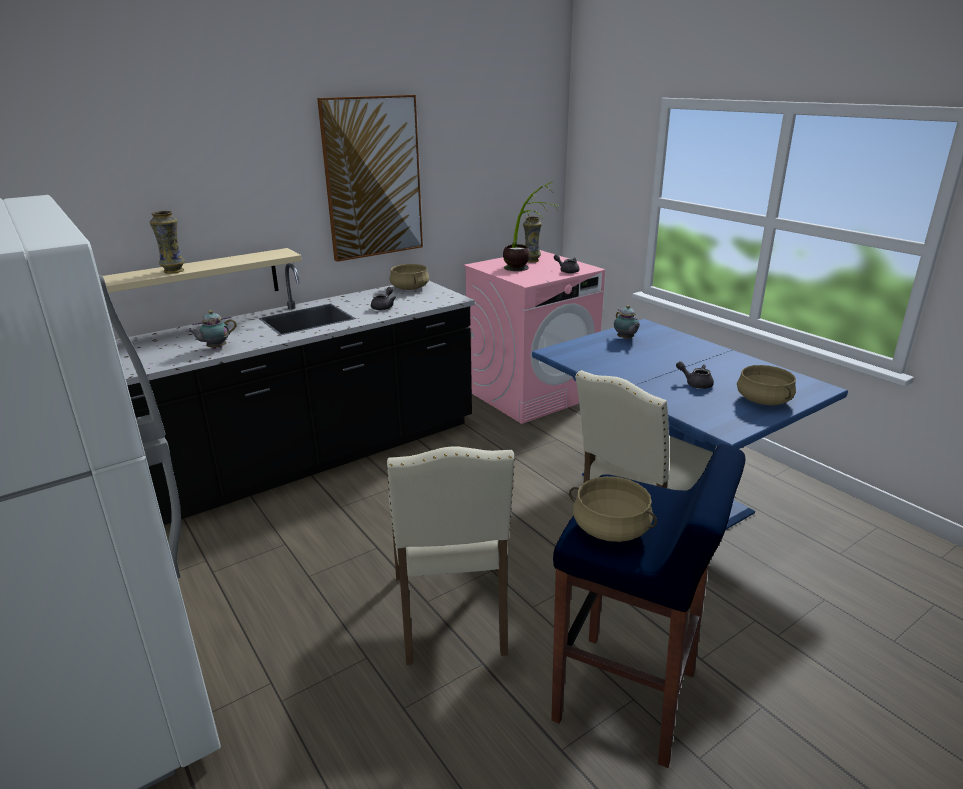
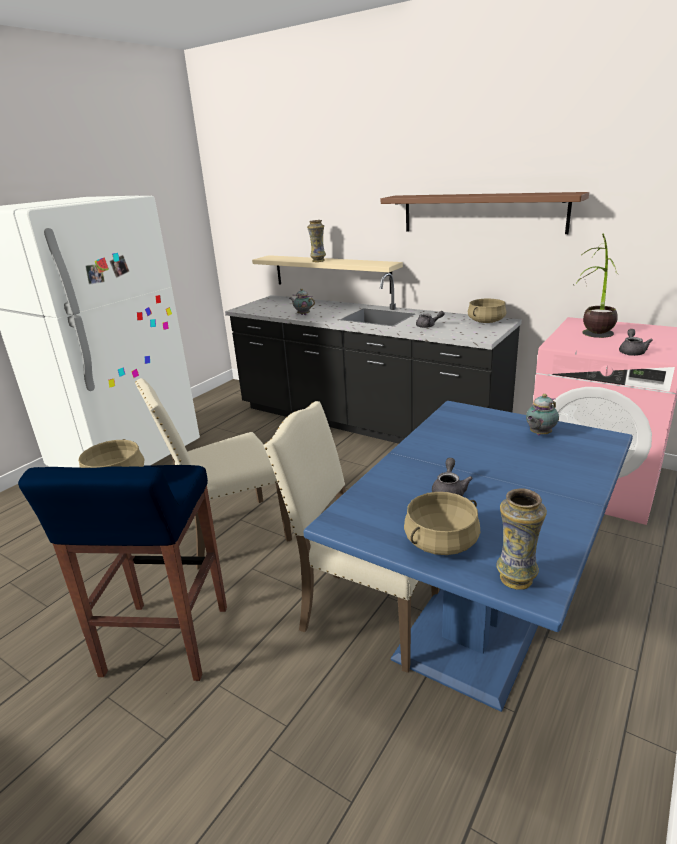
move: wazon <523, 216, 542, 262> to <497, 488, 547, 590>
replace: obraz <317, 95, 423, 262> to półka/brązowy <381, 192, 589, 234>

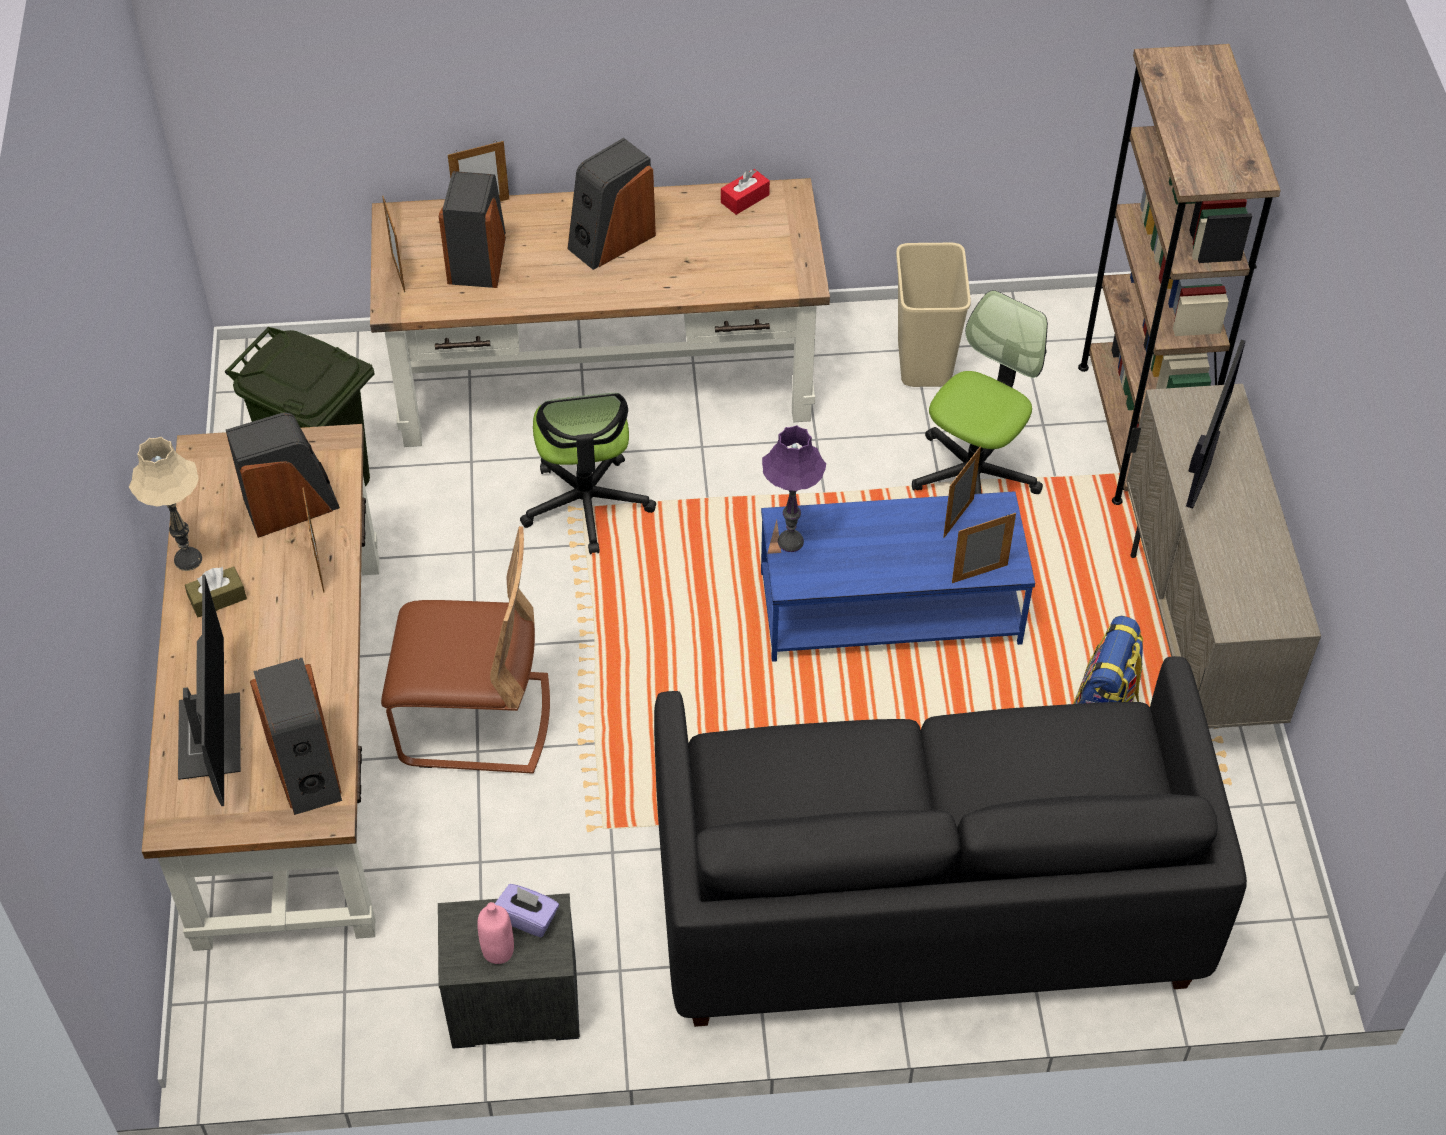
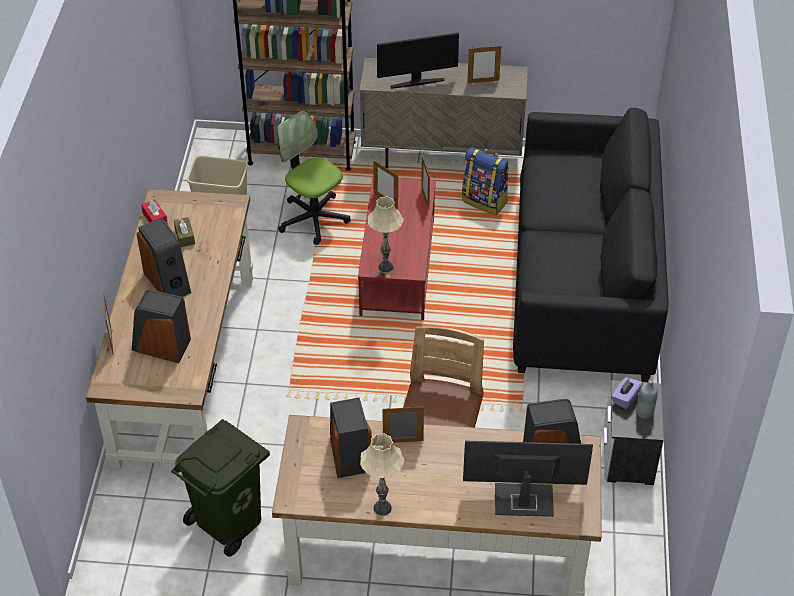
delete: krzesło biurowe <520, 393, 656, 554>
move: pudełko chusteczek/brązowy <185, 566, 247, 617> to <174, 217, 195, 247>; ramka na zdjęcie <382, 196, 405, 293> to <467, 46, 501, 83>
recolor: butelka/różowy <477, 902, 514, 964> to butelka/szary <636, 379, 658, 419>; ława/niebieski <761, 491, 1035, 662> to ława/czerwony <358, 177, 436, 320>; lampa stołowa/fioletowy <762, 425, 826, 552> to lampa stołowa/beżowy <368, 196, 404, 273>
rotate: monitor <1186, 340, 1246, 508> = <377, 33, 459, 89> 135 degrees clockwise

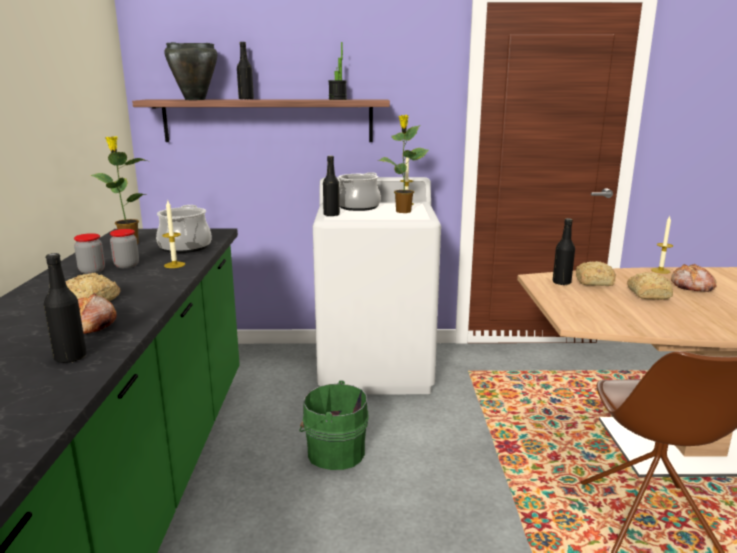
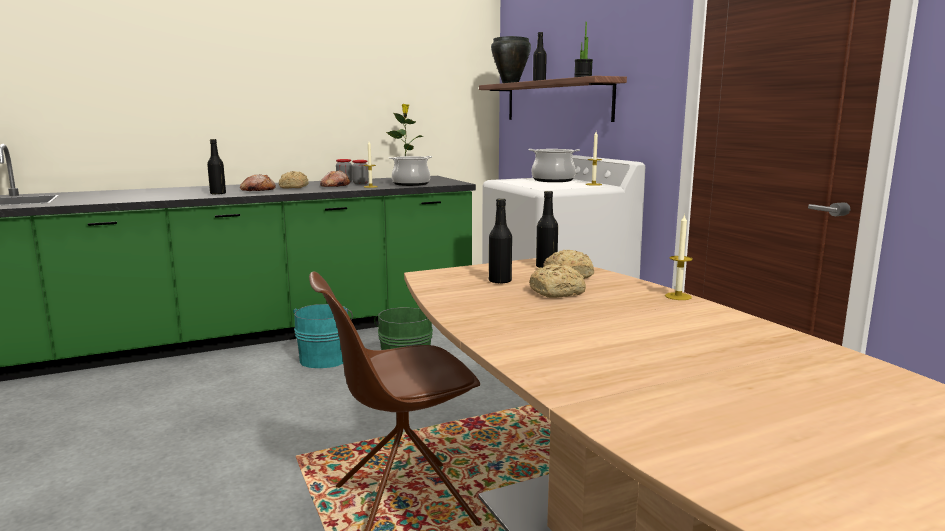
delete: roślina doniczkowa <378, 115, 429, 213>
insert: wiadro/turkusowy <293, 304, 353, 368>
move: butelka/czarny <323, 156, 340, 217> to <489, 198, 512, 284>; chleb <671, 264, 717, 292> to <320, 170, 350, 187>

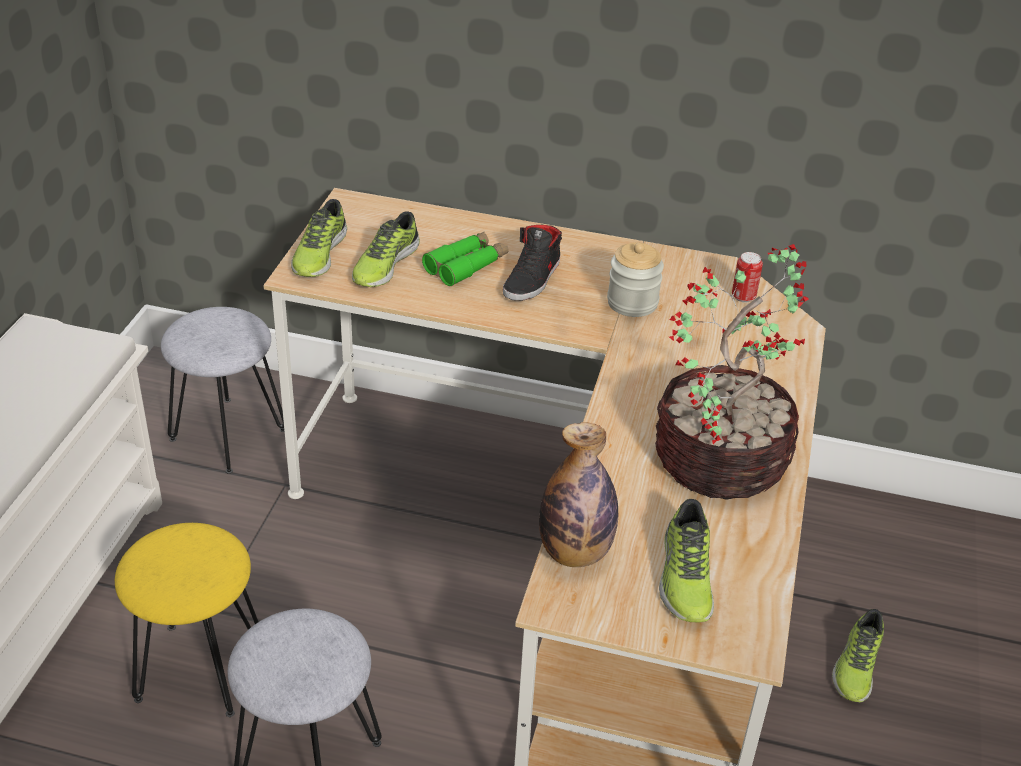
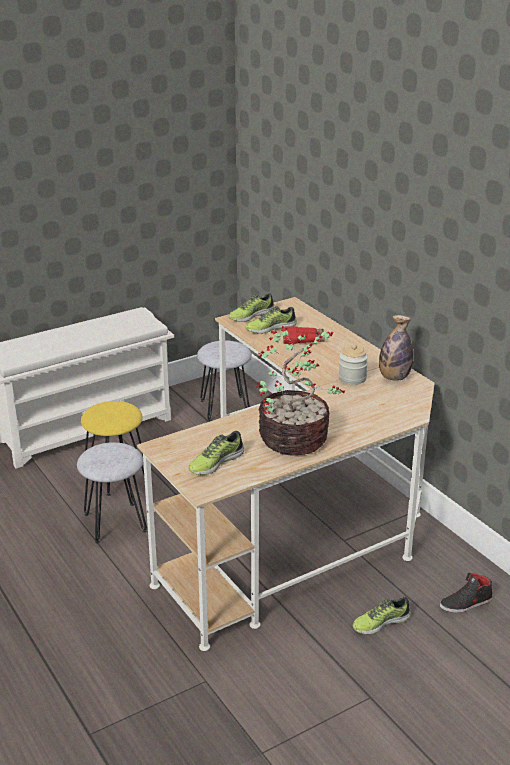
delete: puszka <732, 252, 763, 302>
move: but/czarny <503, 225, 562, 301> to <440, 573, 492, 613>; butelka <539, 422, 618, 567> to <379, 315, 413, 381>
recolor: lornetka/zielony <422, 232, 508, 286> to lornetka/czerwony <283, 326, 325, 344>

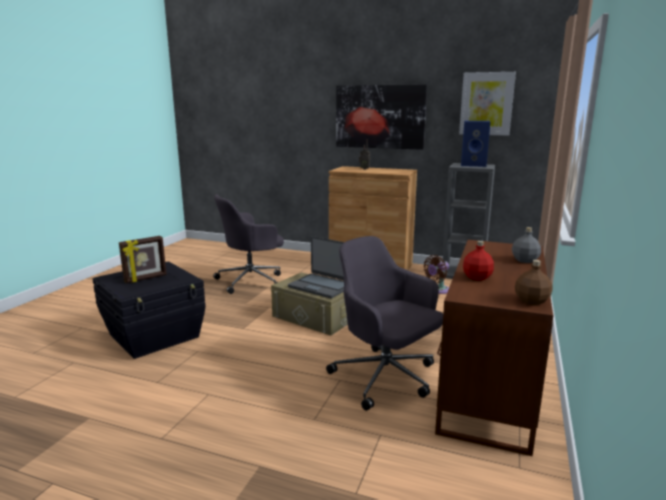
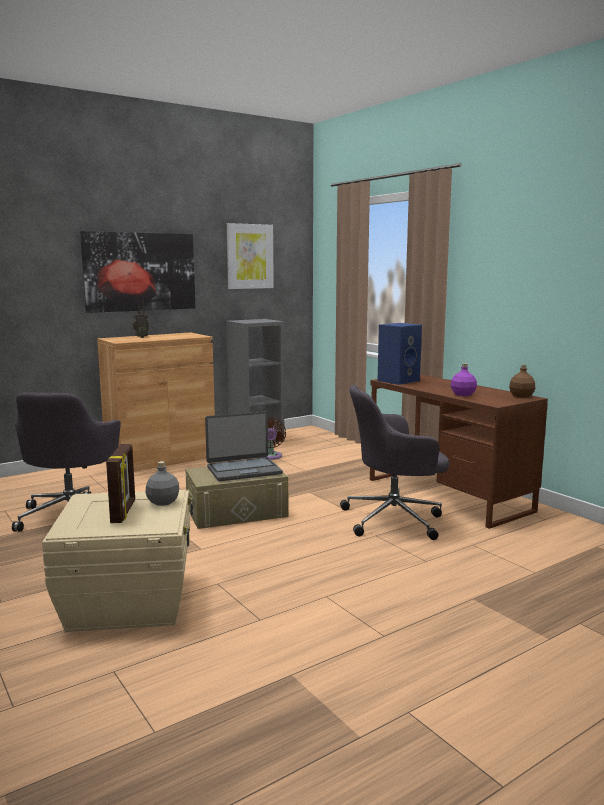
move: głośnik/niebieski <461, 121, 490, 167> to <378, 323, 422, 385>; butelka/szary <512, 227, 541, 263> to <145, 461, 179, 506>
recolor: pojemnik do przechowywania/czarny <93, 262, 206, 359> to pojemnik do przechowywania/beżowy <42, 490, 194, 632>; butelka/czerwony <463, 241, 494, 281> to butelka/fioletowy <451, 363, 477, 396>

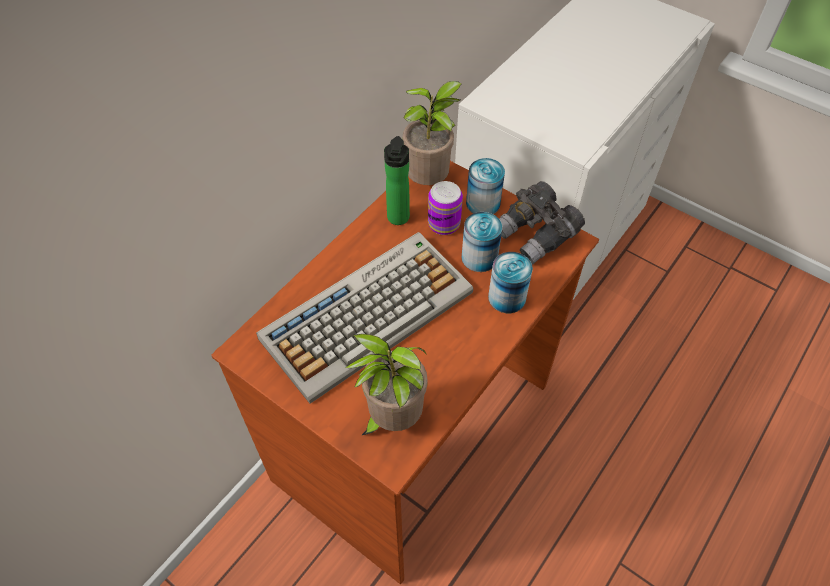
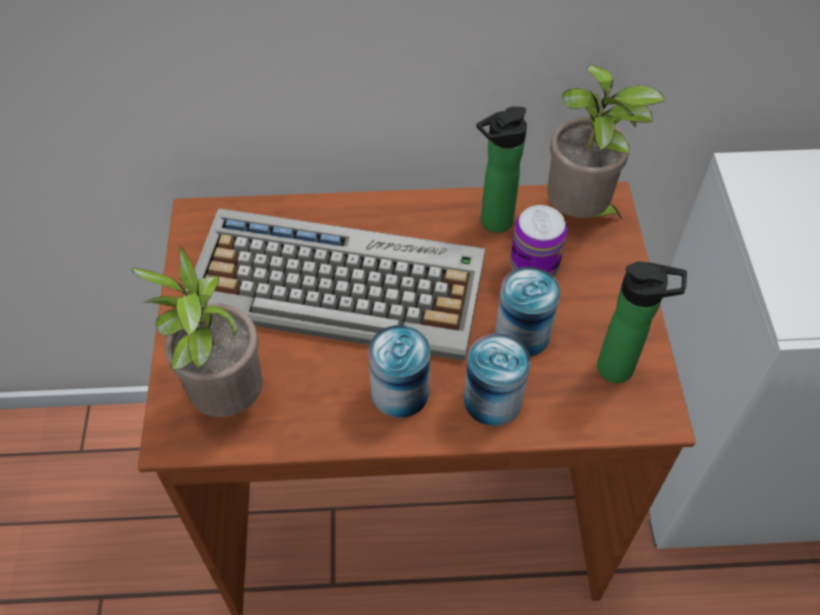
move: puszka <466, 158, 505, 214> to <368, 325, 430, 418>
replace: lornetka/szary <499, 181, 585, 264> to butelka <597, 262, 687, 383>

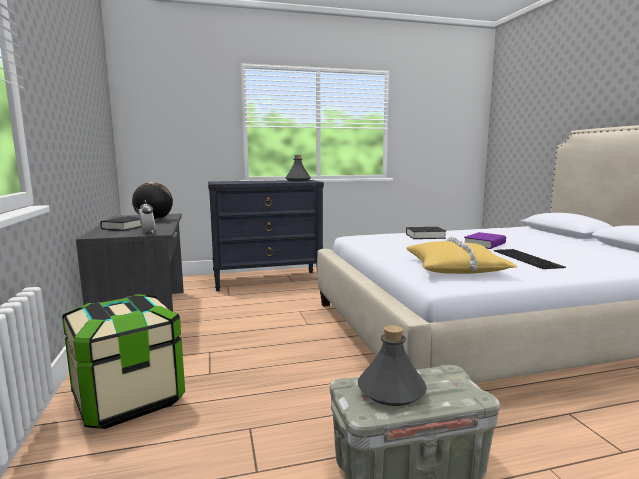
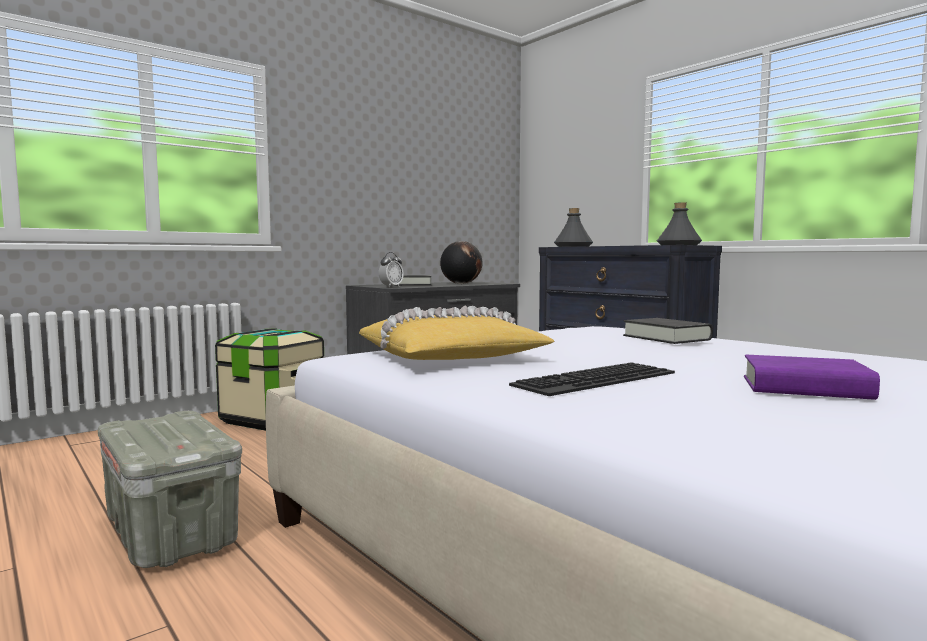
move: butelka/szary <358, 325, 427, 406> to <554, 208, 593, 247>; książka/fioletowy <464, 232, 506, 249> to <744, 355, 880, 400>

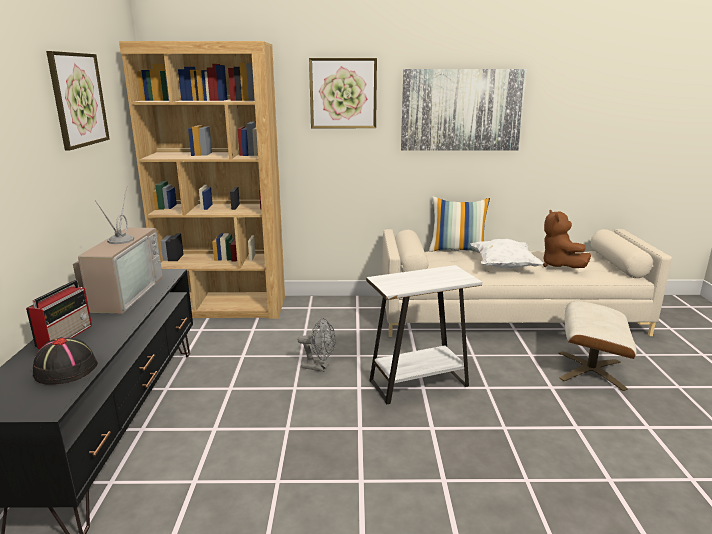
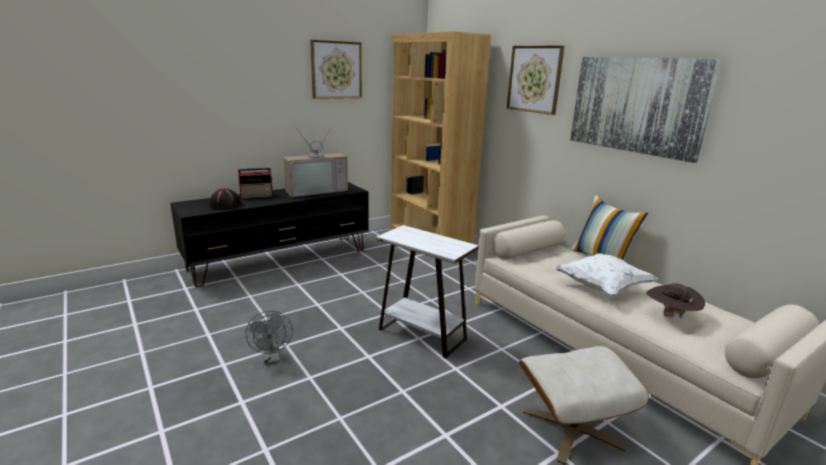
move: wentylator/szary <298, 318, 336, 372> to <246, 311, 293, 364>
replace: pluszak/brązowy <543, 209, 591, 268> to kapelusz/brązowy <647, 283, 705, 319>

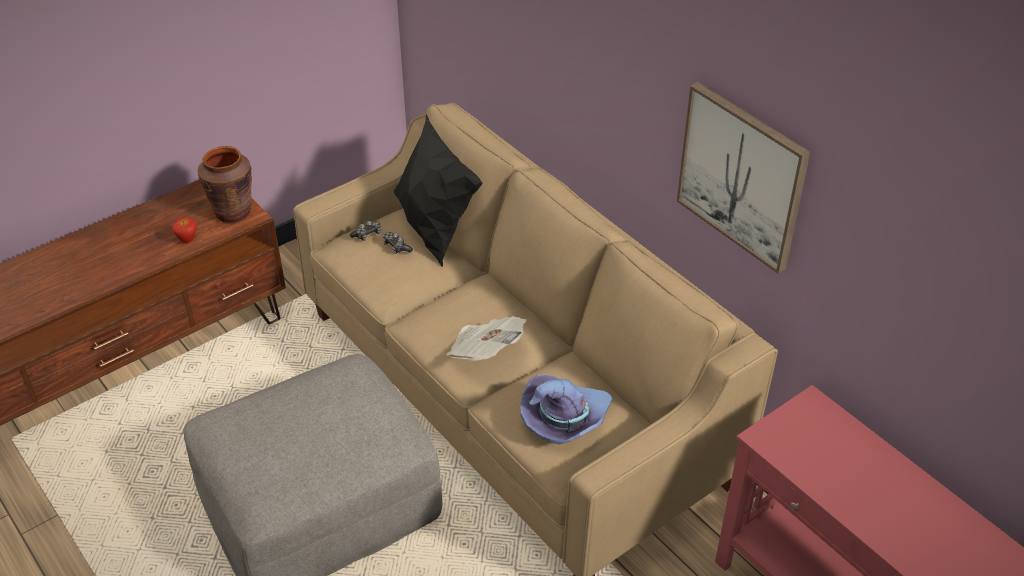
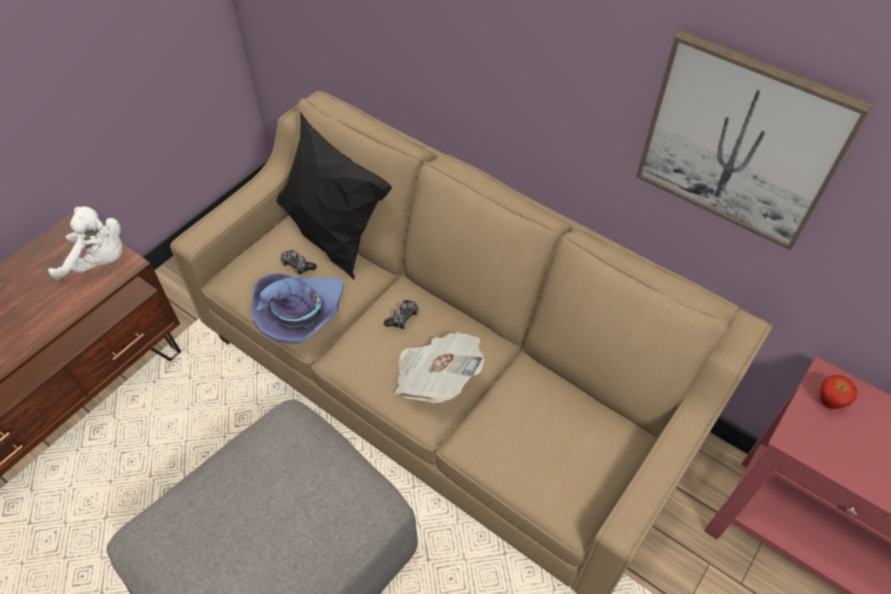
move: jabłko <172, 217, 197, 243> to <820, 375, 857, 409>; pad do gier <350, 221, 381, 241> to <384, 300, 419, 329>; kapelusz/fioletowy <520, 374, 612, 444> to <251, 273, 344, 344>
replace: wazon/brązowy <198, 146, 252, 223> to pluszak/biały <48, 206, 123, 280>

